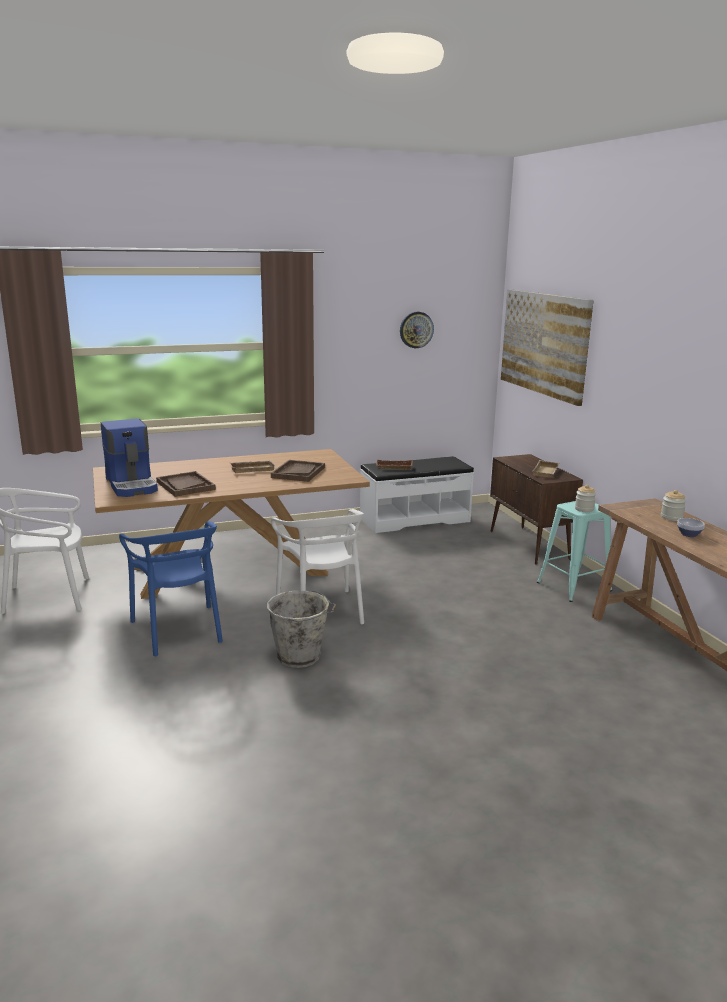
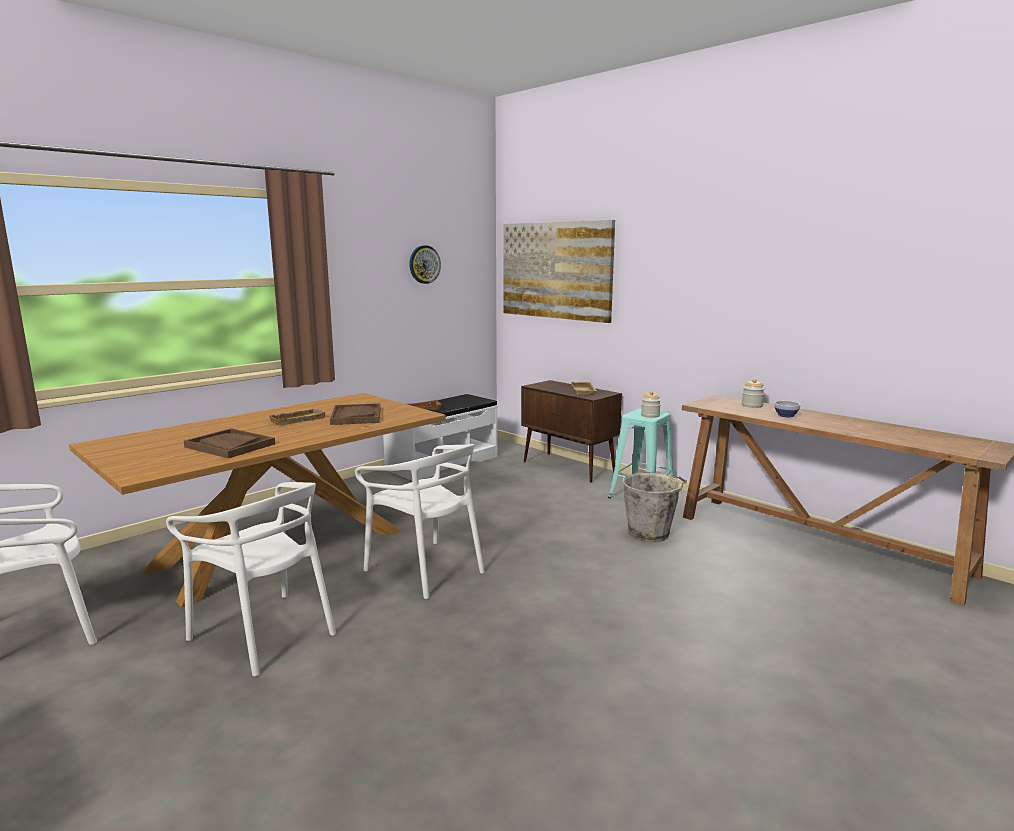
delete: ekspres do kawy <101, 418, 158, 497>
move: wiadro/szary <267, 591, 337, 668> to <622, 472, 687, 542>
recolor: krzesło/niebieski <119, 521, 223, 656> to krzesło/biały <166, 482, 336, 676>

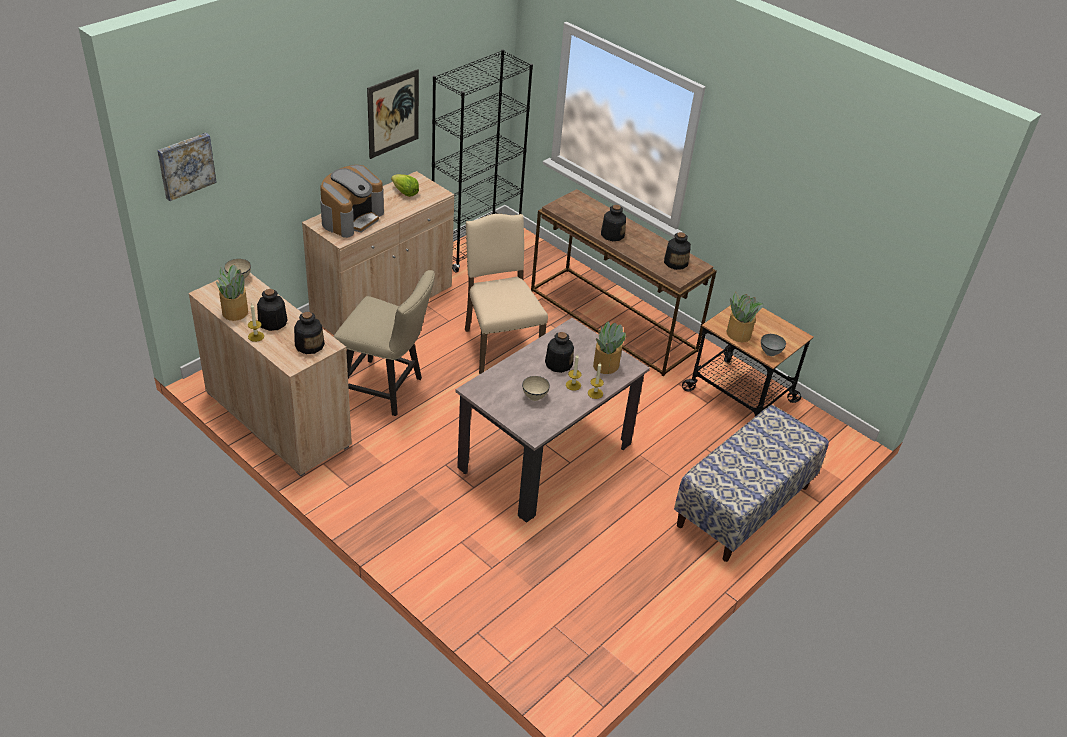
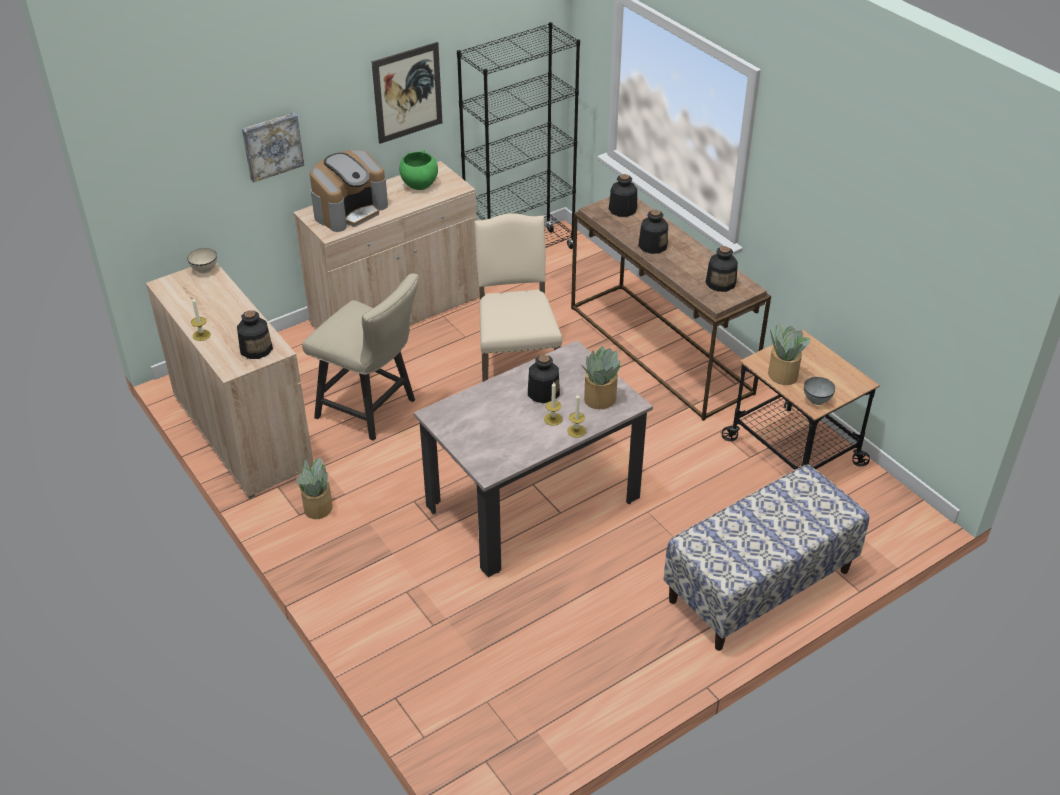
delete: miska/beżowy <522, 376, 550, 401>
move: obraz <157, 133, 217, 201> to <242, 113, 304, 182>; roślina doniczkowa <216, 264, 248, 321> to <296, 457, 333, 519>; butelka <257, 289, 288, 331> to <609, 174, 637, 217>
replace: sałata <391, 174, 419, 197> to miska/zielony <399, 150, 438, 190>

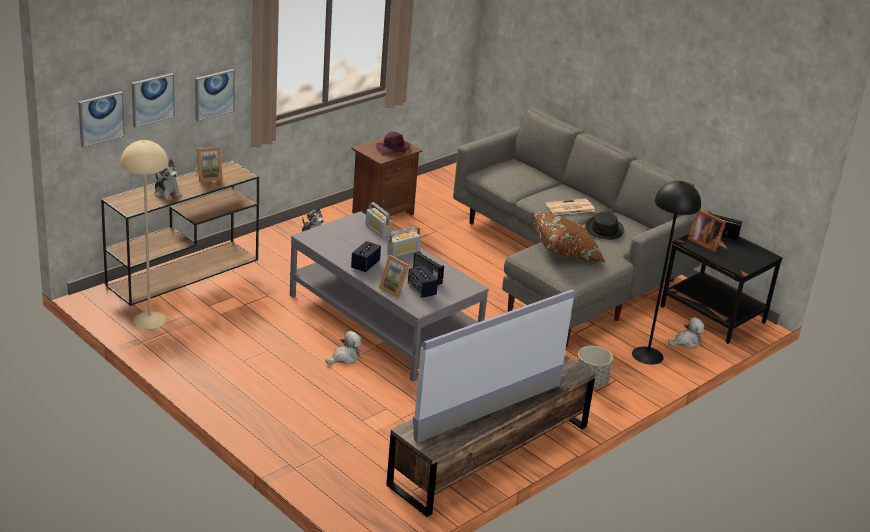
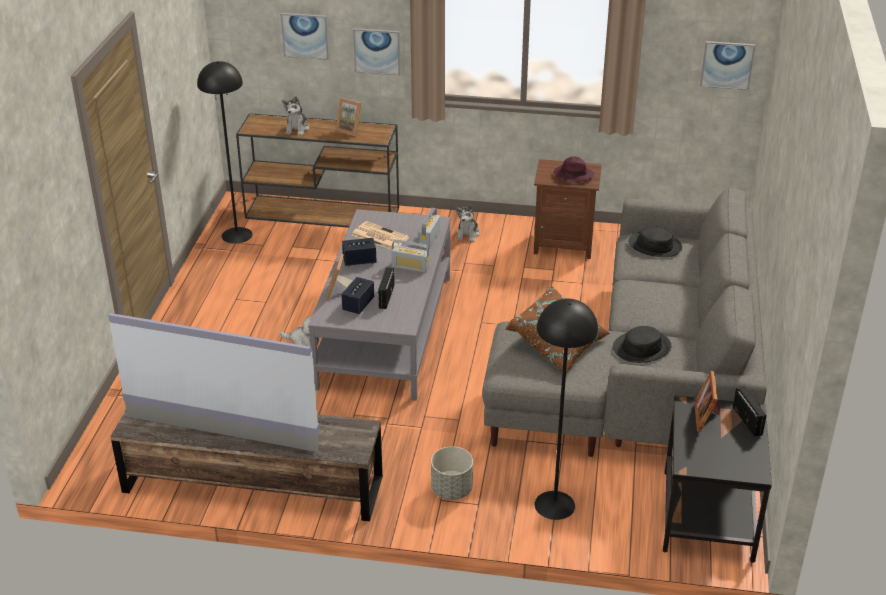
delete: pluszak <668, 317, 705, 348>
insert: kapelusz/czarny <628, 226, 682, 257>
move: obraz <78, 92, 125, 147> to <700, 41, 755, 90>; gazeta <545, 199, 595, 215> to <352, 221, 409, 250>
recolor: lampa stojąca/beżowy <121, 140, 168, 329> to lampa stojąca/czarny <197, 61, 252, 244>

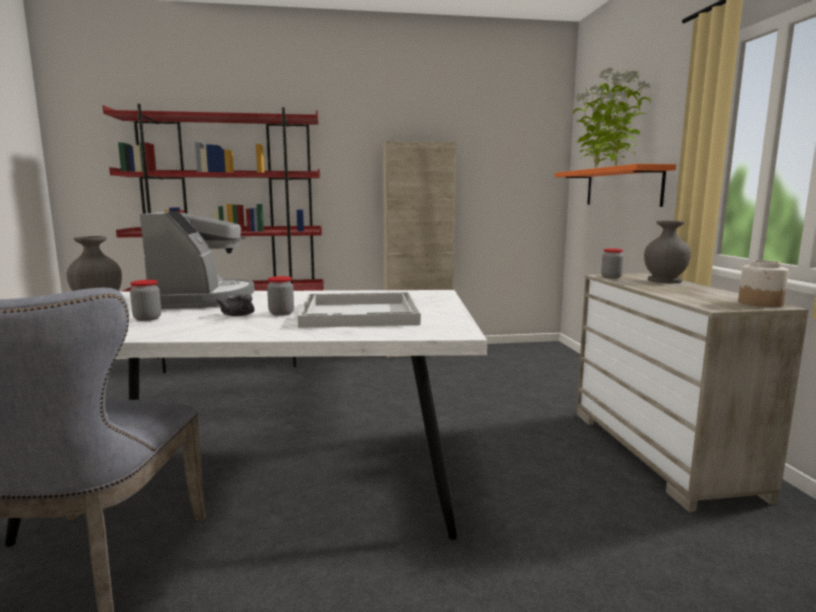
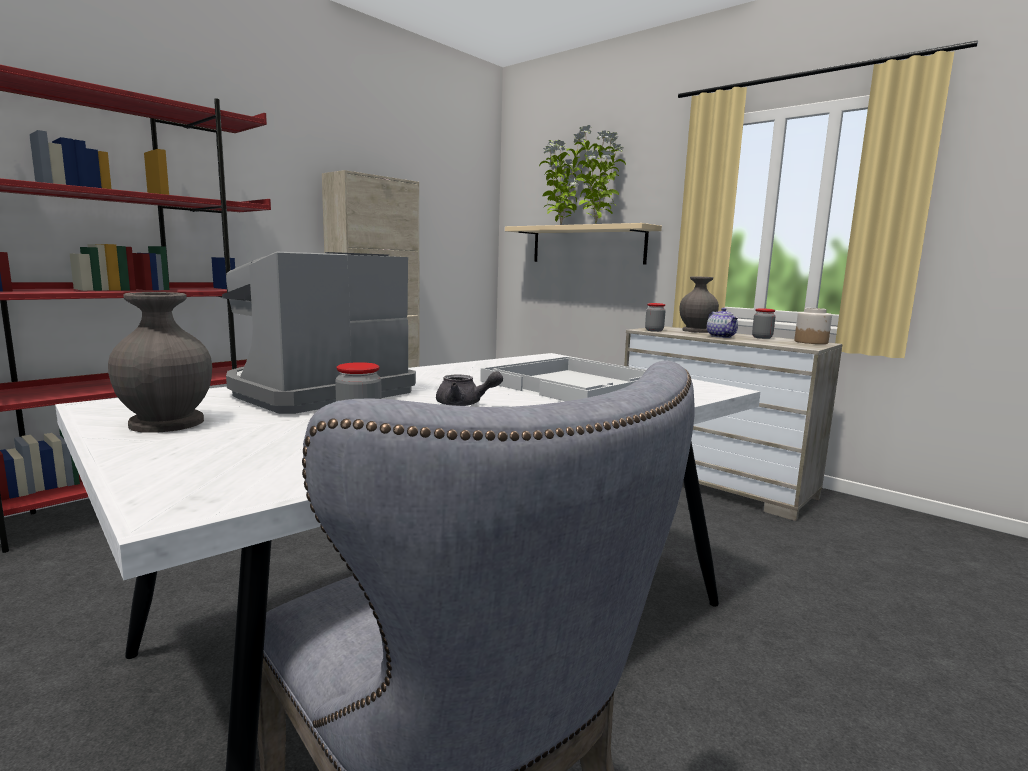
insert: imbryk <707, 308, 739, 338>
move: słoik <267, 276, 294, 316> to <752, 308, 776, 339>
recolor: półka/pomarańczowy <555, 164, 676, 207> to półka/beżowy <505, 223, 662, 265>
rotate: ekspres do kawy <140, 211, 255, 309> = <222, 252, 416, 414> 90 degrees counterclockwise

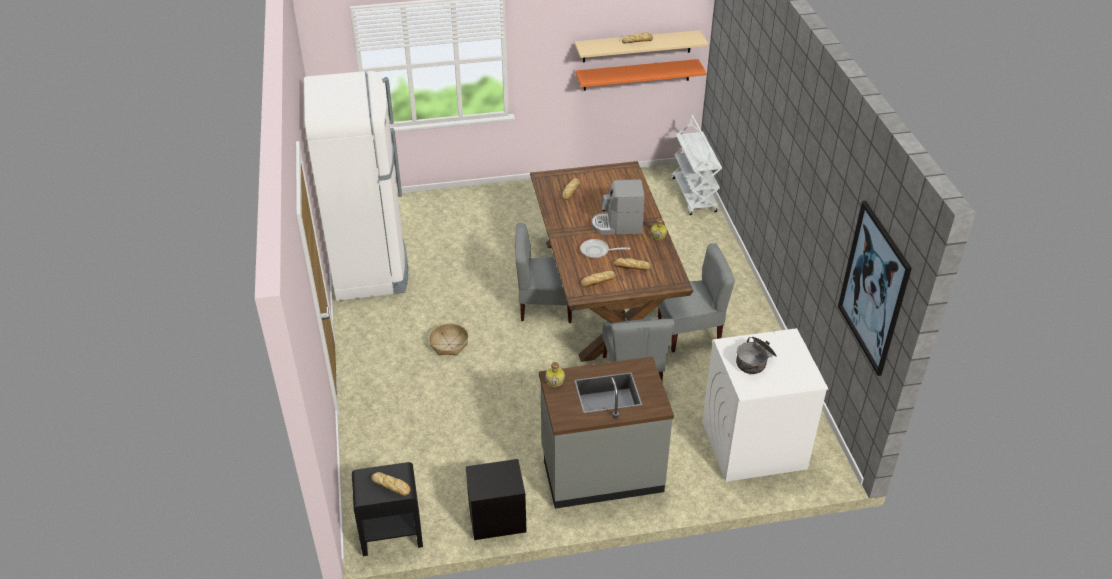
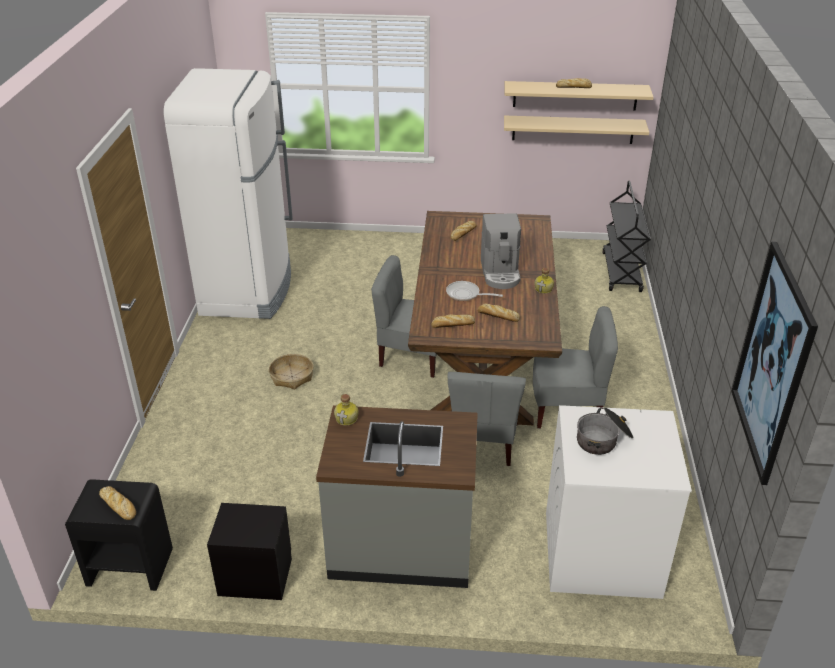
recolor: półka/pomarańczowy <575, 59, 707, 91> to półka/beżowy <504, 115, 649, 144>; wózek/biały <672, 115, 722, 215> to wózek/czarny <602, 181, 651, 292>
rotate: ekspres do kawy <592, 179, 645, 235> = <481, 213, 521, 289> 105 degrees counterclockwise

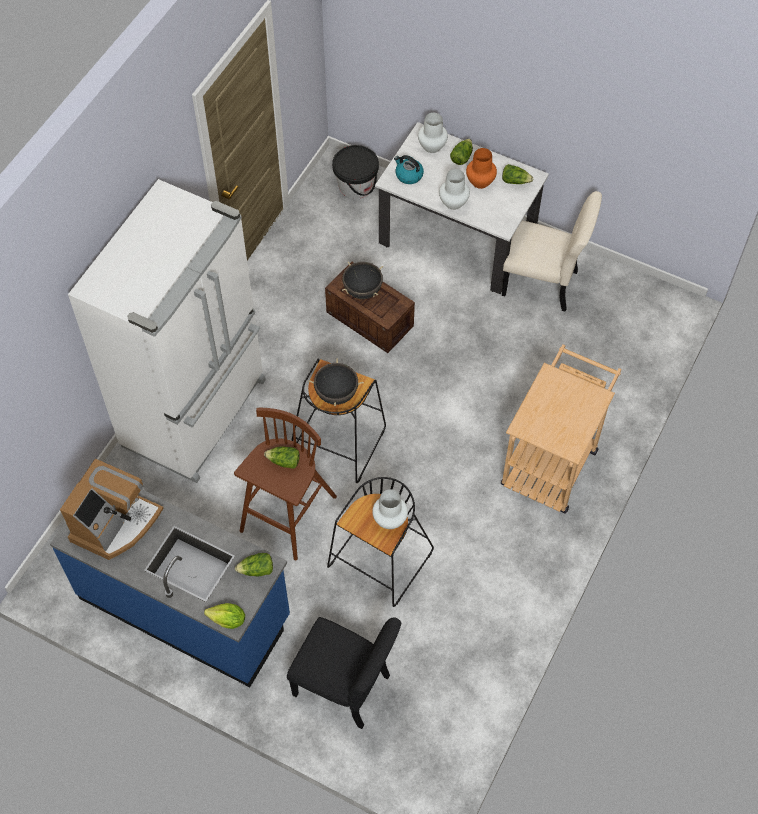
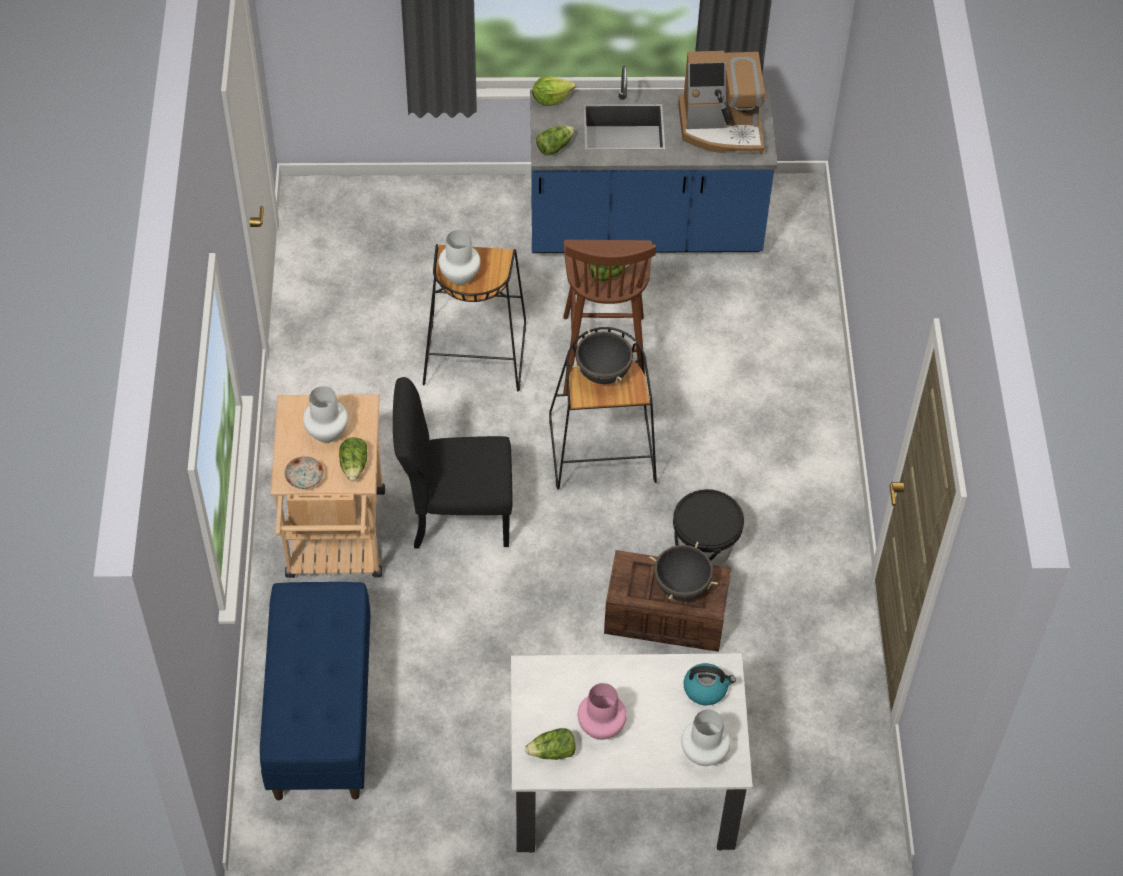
delete: lodówka/biały <68, 179, 266, 483>; krzesło/beżowy <502, 191, 602, 312>
insert: ławka/niebieski <260, 582, 370, 800>; talerz <284, 456, 324, 489>
move: krzesło/czarny <287, 617, 401, 729> to <393, 377, 513, 549>; wiadro/czarny <332, 145, 379, 199> to <673, 489, 744, 566>; wazon/biały <439, 169, 470, 210> to <303, 386, 348, 443>; sałata <450, 139, 473, 165> to <339, 437, 367, 481>
recolor: wazon/pomarańczowy <466, 148, 497, 189> to wazon/różowy <578, 683, 627, 740>
rotate: ekspres do kawy <60, 459, 164, 560> = <678, 51, 765, 154> 90 degrees counterclockwise

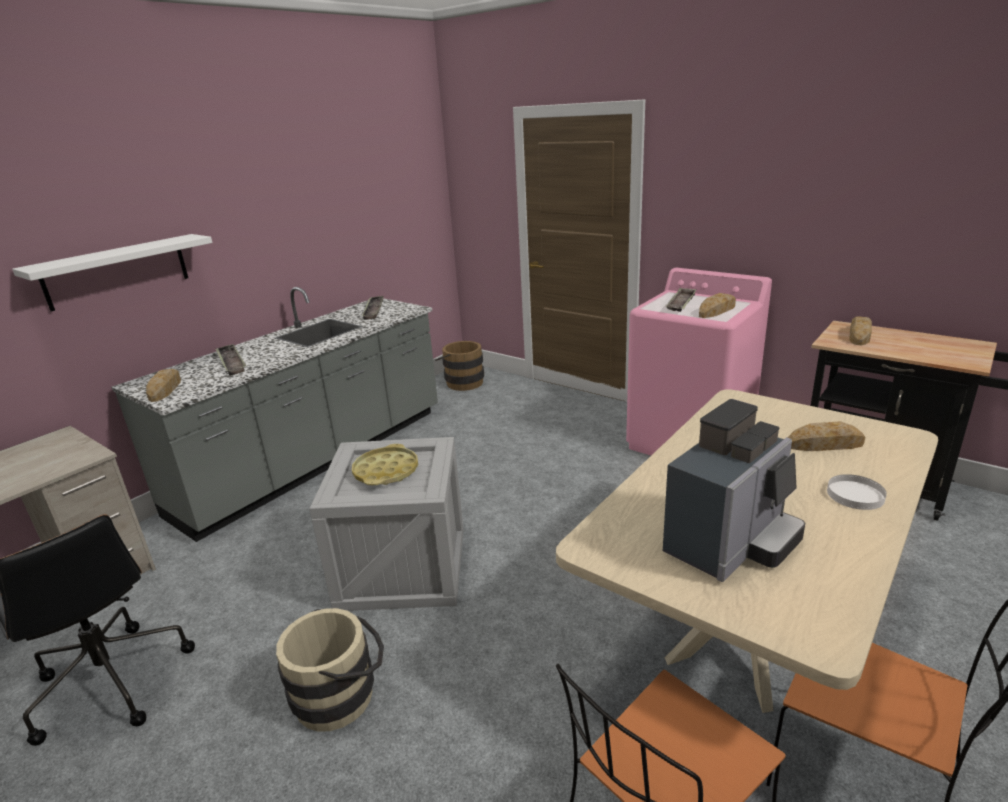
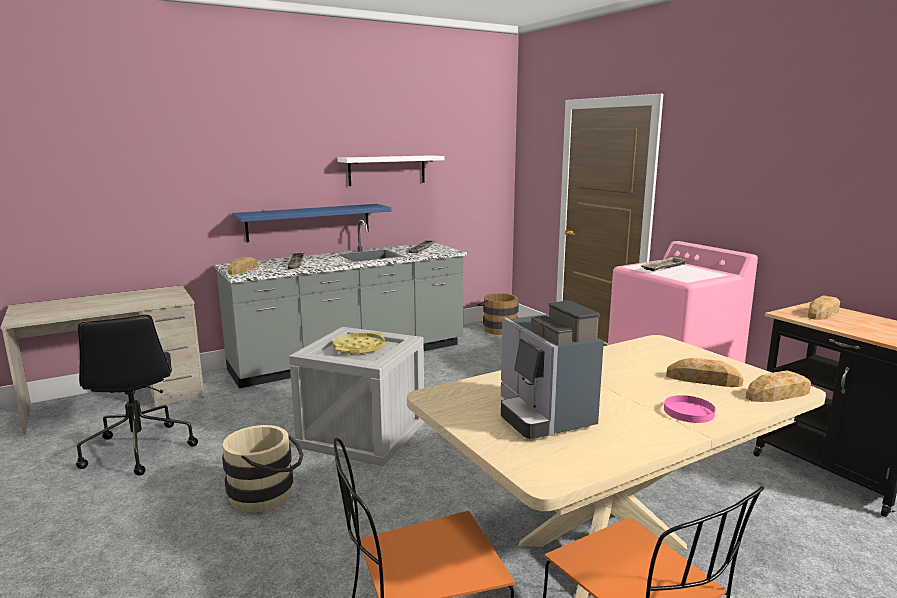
insert: półka/niebieski <232, 204, 391, 242>
move: półka/biały <12, 234, 213, 312> to <337, 155, 445, 186>; chleb <699, 293, 736, 318> to <746, 370, 811, 402>
recolor: talerz/biały <827, 474, 887, 510> to talerz/różowy <664, 395, 715, 423>
rotate: ekspres do kawy <663, 399, 805, 582> = <501, 300, 604, 439> 90 degrees clockwise

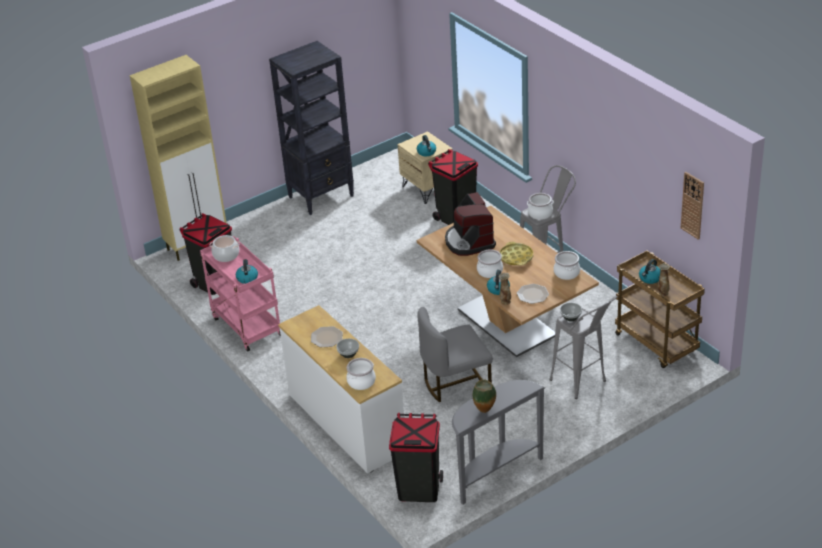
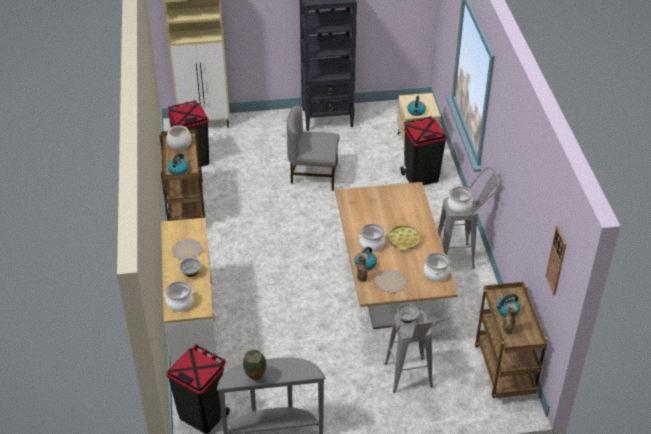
delete: ekspres do kawy <445, 192, 496, 256>
move: krzesło/szary <417, 307, 493, 402> to <287, 105, 339, 191>
recolor: wózek/różowy <200, 236, 281, 351> to wózek/brązowy <160, 129, 205, 221>

